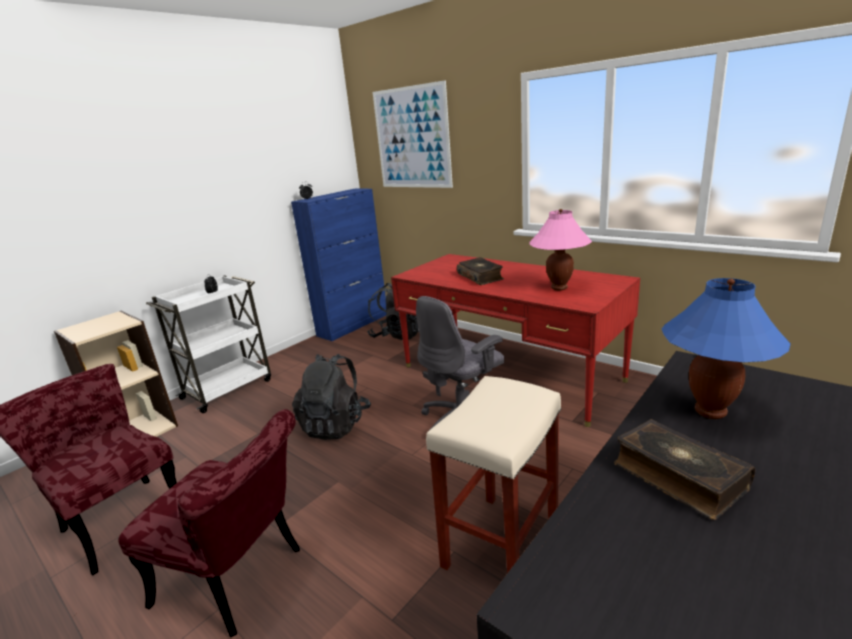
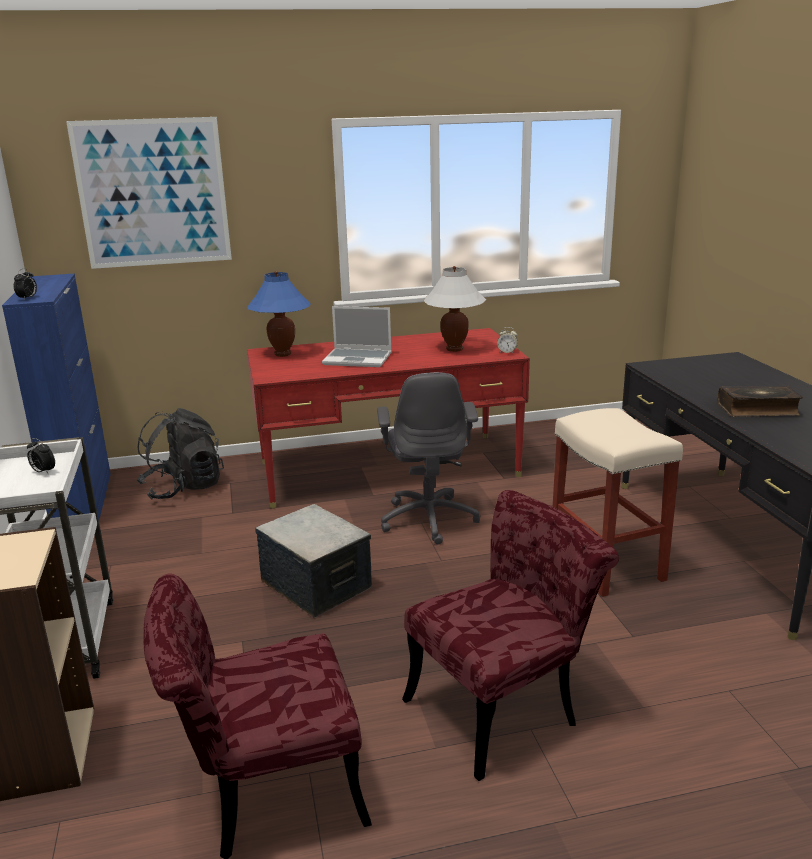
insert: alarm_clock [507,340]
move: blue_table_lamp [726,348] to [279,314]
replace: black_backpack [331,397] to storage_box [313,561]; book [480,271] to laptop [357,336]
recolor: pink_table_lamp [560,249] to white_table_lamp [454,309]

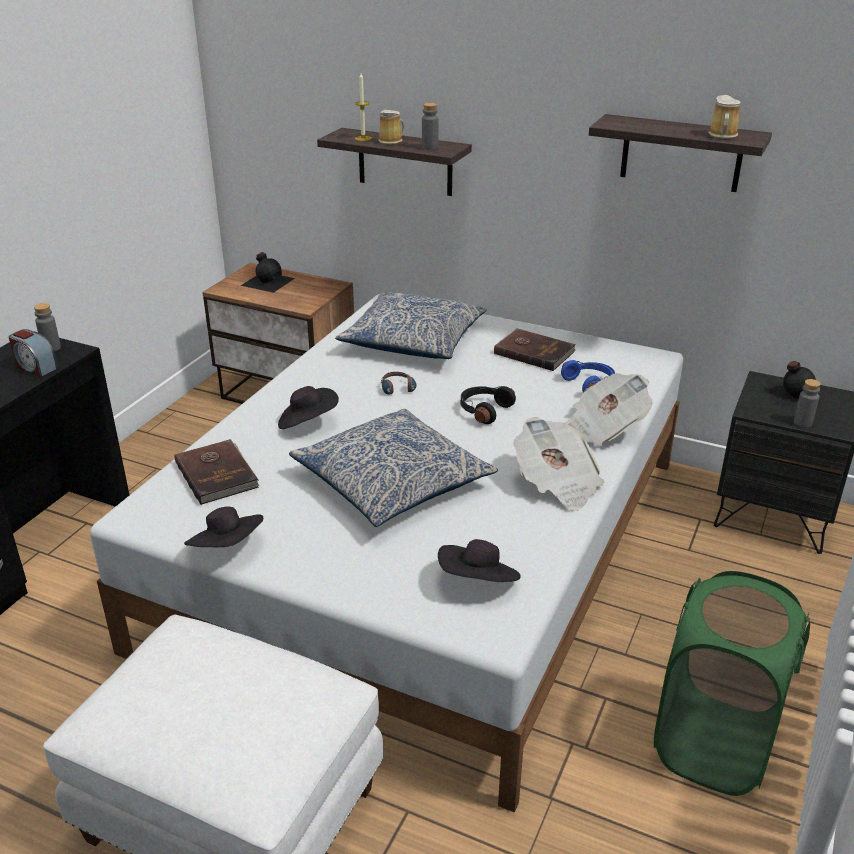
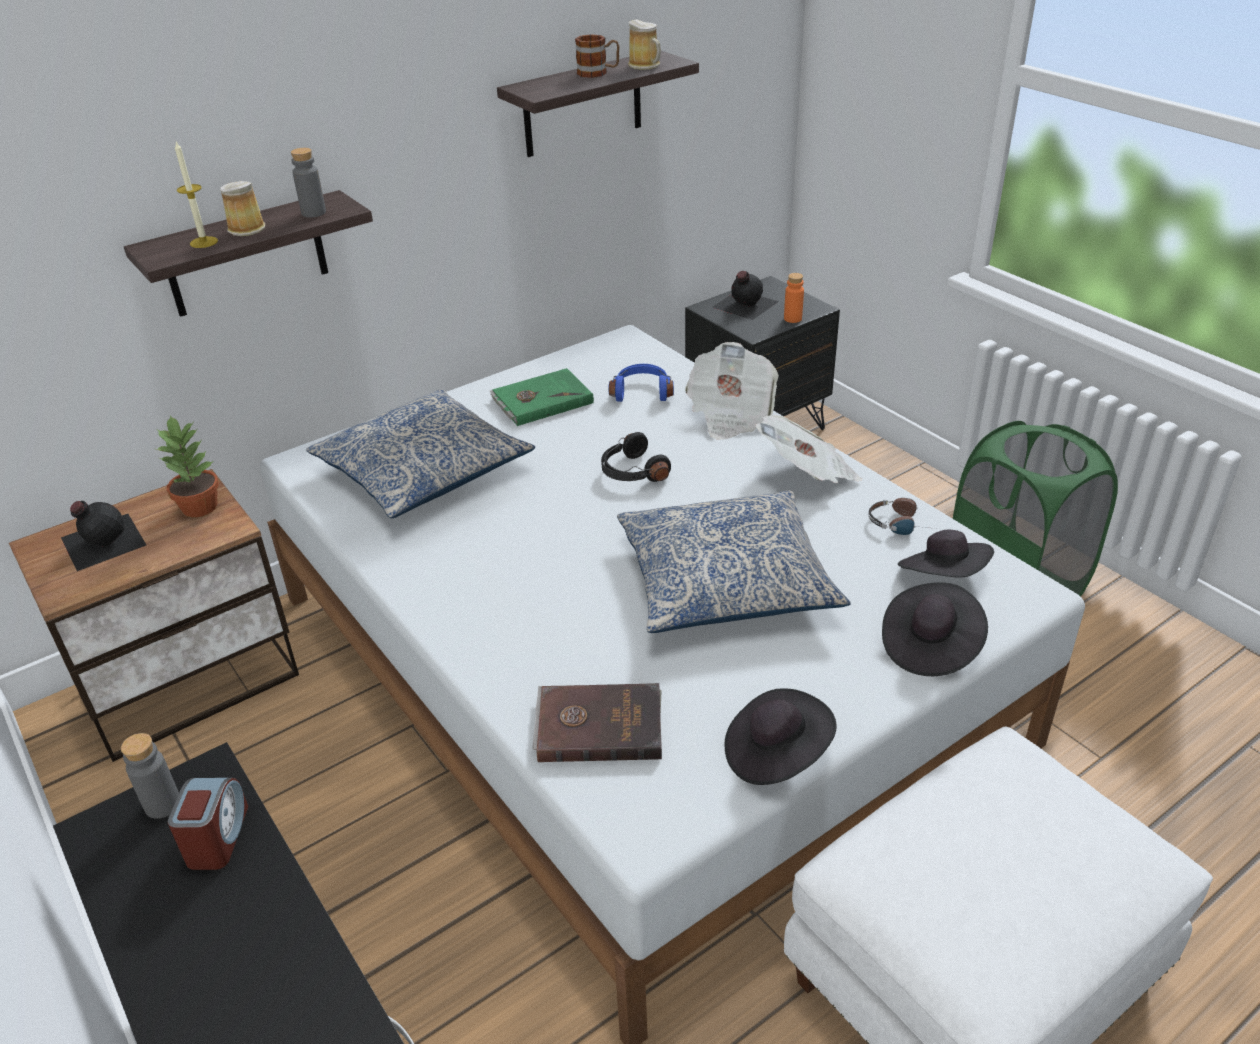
insert: potted_plant [187,466]; mug [597,56]
move: black_hat [308,407] to [935,629]; headphones [399,383] to [902,516]
recolor: brown_book [535,349] to green_book [542,397]; grey_bottle [807,403] to orange_bottle [794,298]
rotate: alarm_clock [33,353] = [208,824] 60 degrees counterclockwise

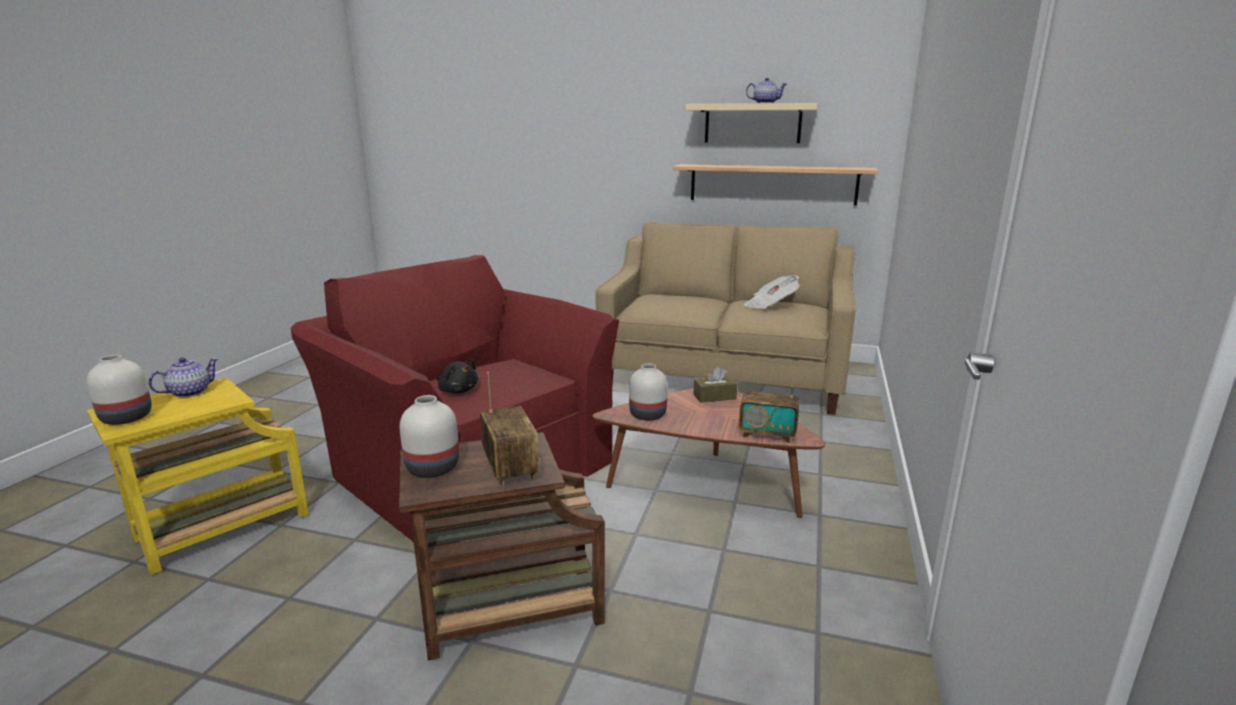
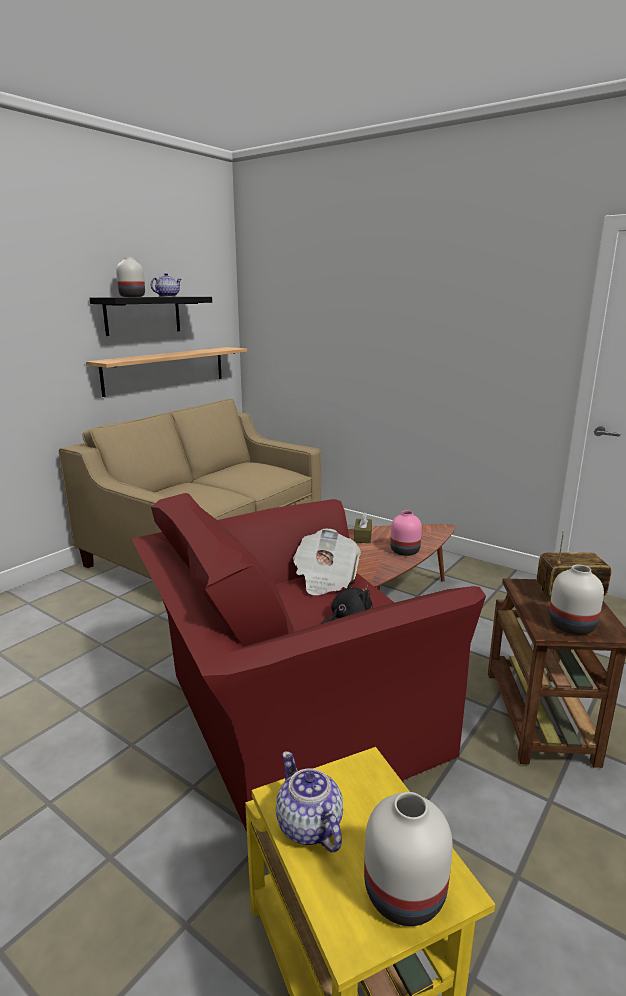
delete: radio [769,405]
insert: pink_vase [406,533]
move: white_vase [648,392] to [130,277]; newspaper [772,292] to [327,562]
recolor: beige_shelf [752,123] to black_shelf [151,316]

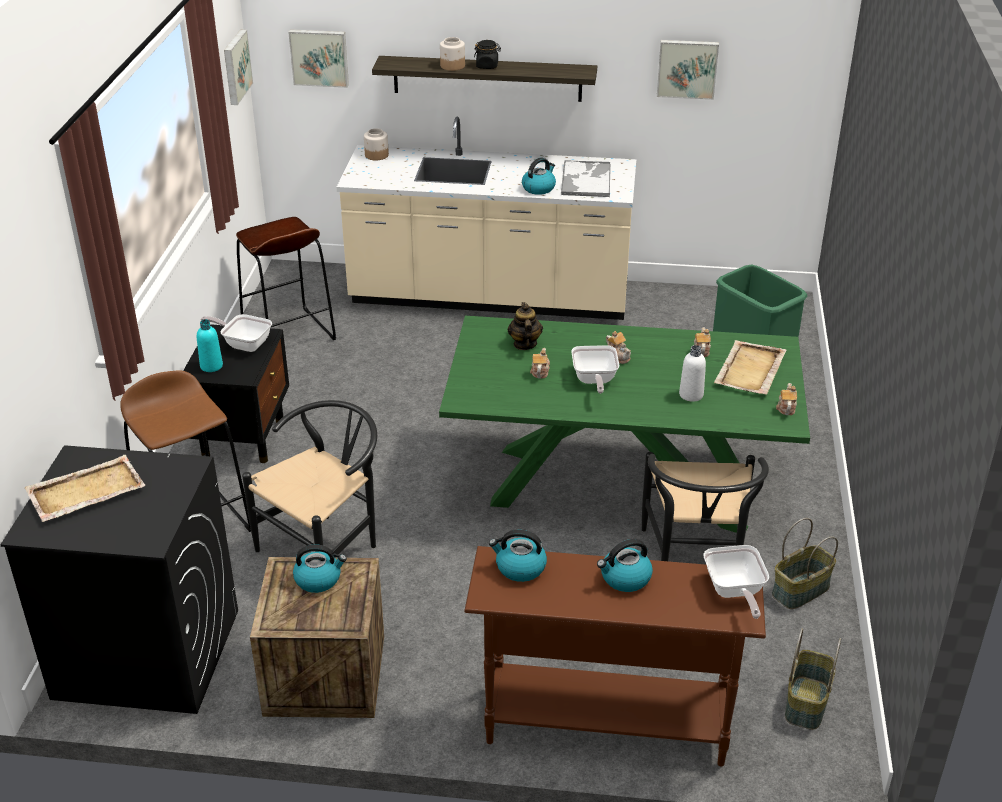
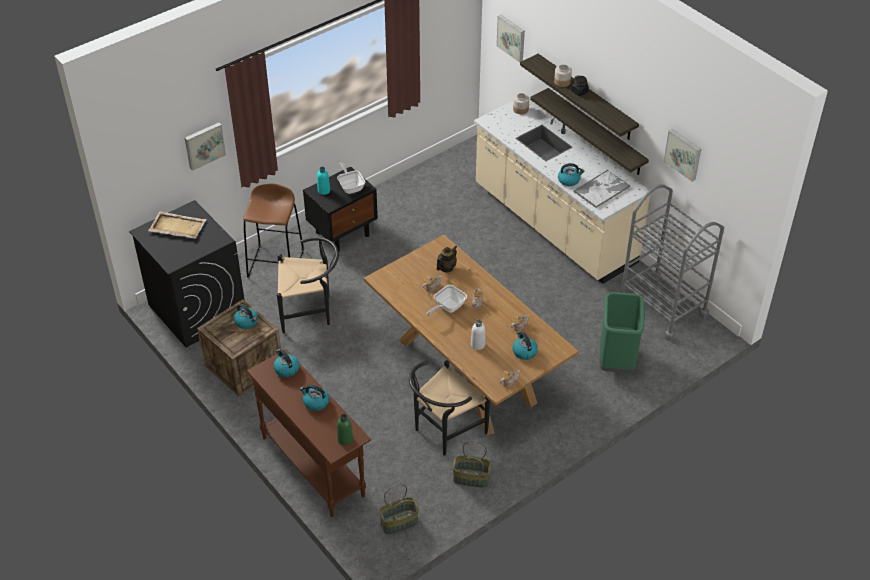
delete: brown_stool [286,278]
insert: shelf [589,131]; grey_cart [671,262]
move: picture [238,67] to [205,146]
replace: frying_pan [736,582] to green_bottle [345,429]; beige_tray [750,367] to kettle [525,345]
recolor: green_dining_table [624,424] to brown_dining_table [471,335]

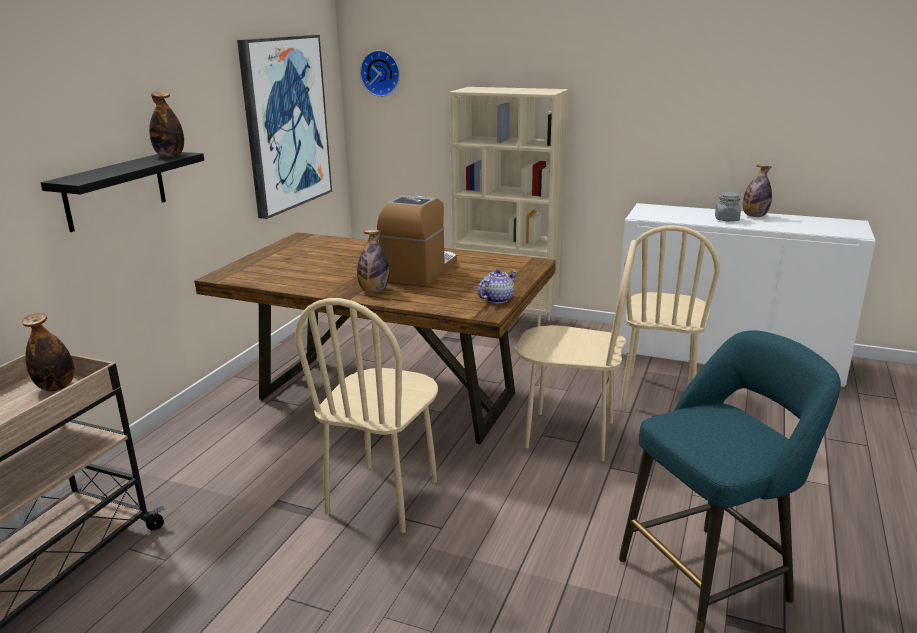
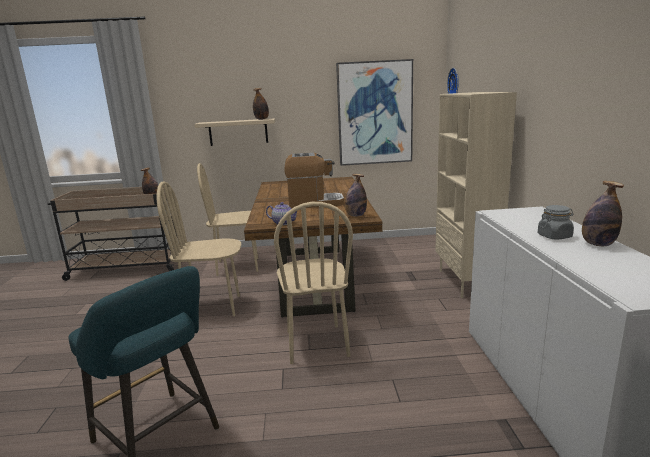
move: bottle [373,261] to [356,195]; beige_chair [670,315] to [227,219]
recolor: black_shelf [122,192] to beige_shelf [235,132]

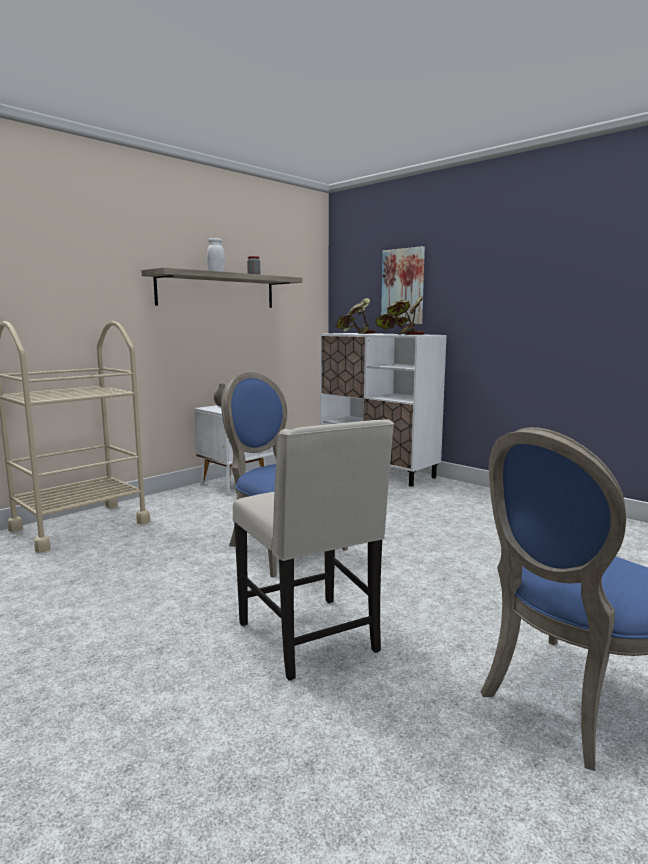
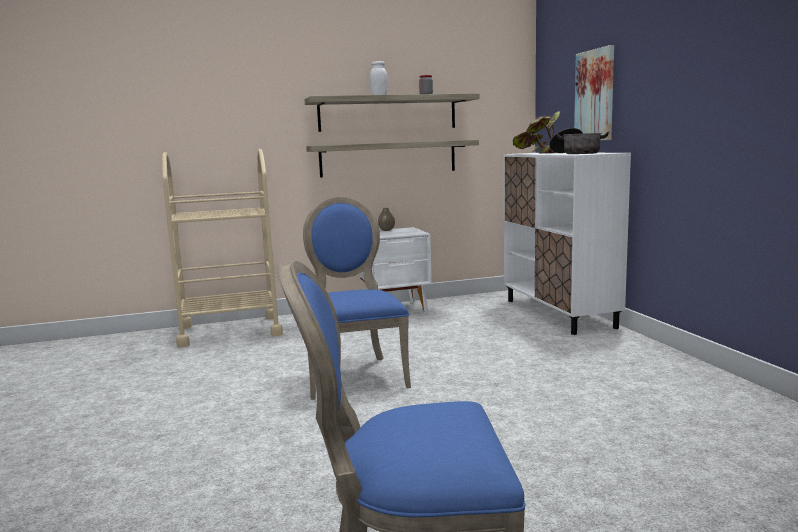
delete: beige_chair [313,550]
insert: shelf [392,159]
replace: potted_plant [400,315] to cooking_pot [579,141]

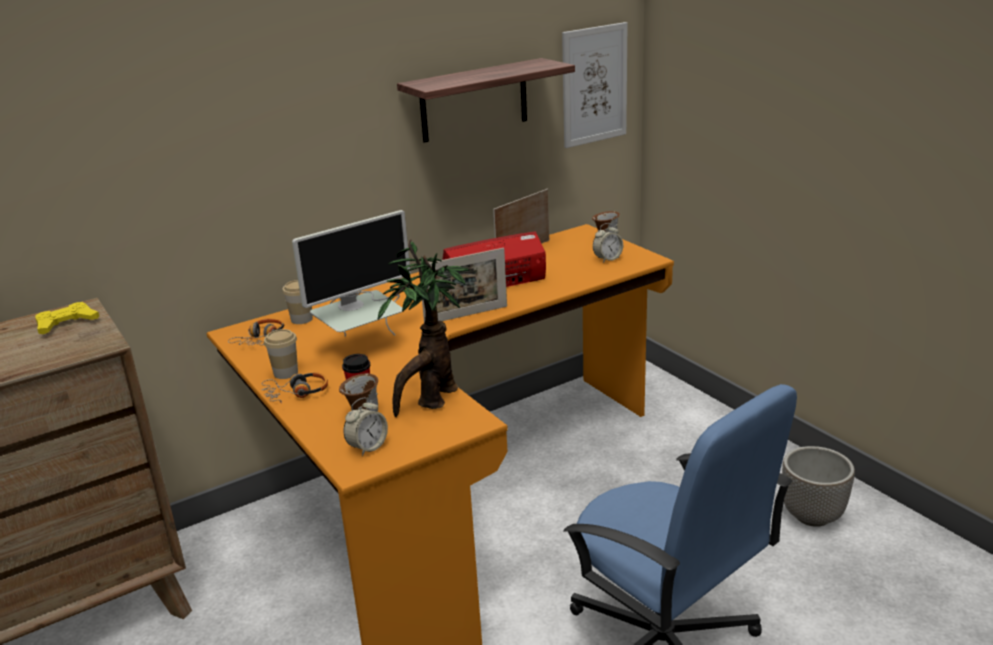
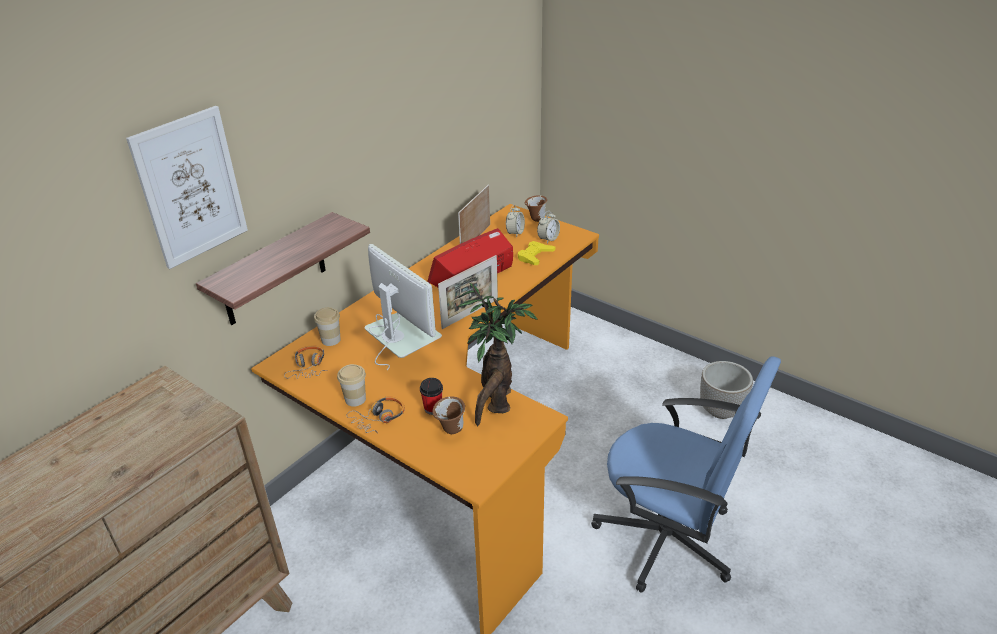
move: yellow_game_controller [67,318] to [536,253]; alarm_clock [366,426] to [515,221]; shelf [486,100] to [283,268]; picture [595,85] to [187,187]
rotate: monitor [351,273] = [403,307] 75 degrees counterclockwise

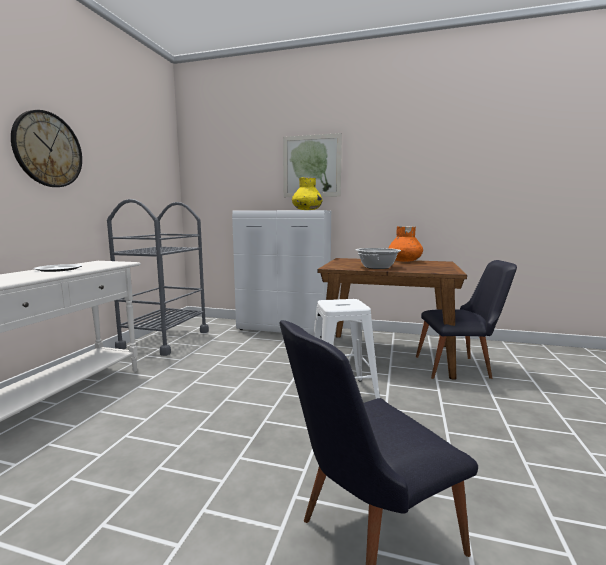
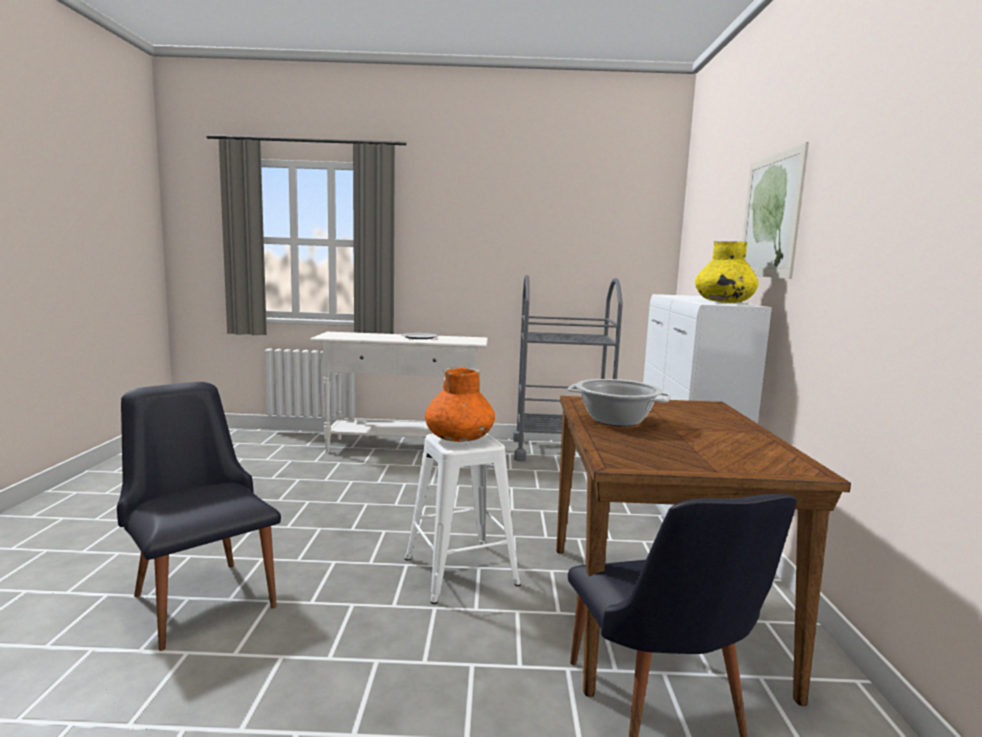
delete: wall_clock [46,148]
move: orange_vase [405,244] to [460,404]

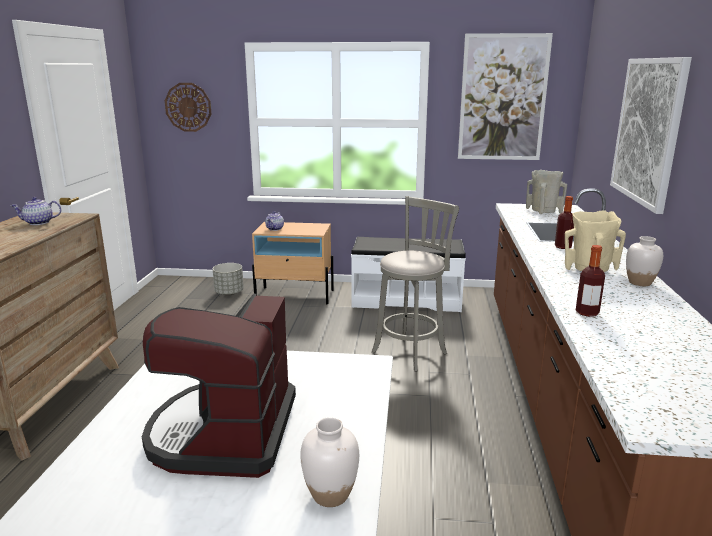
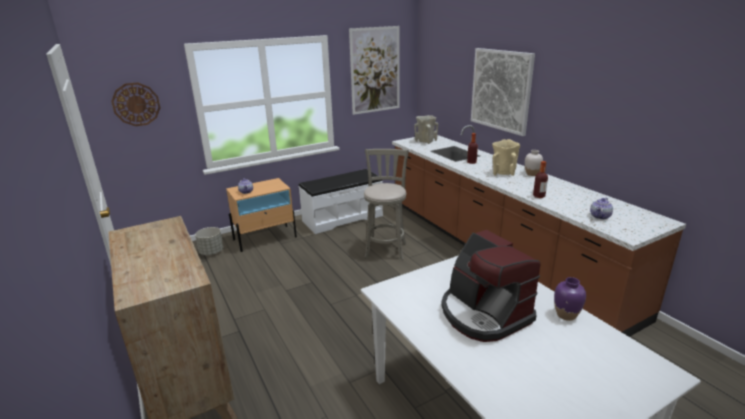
move: teapot [35,211] to [601,209]
recolor: white_vase [330,462] to purple_vase [570,299]

